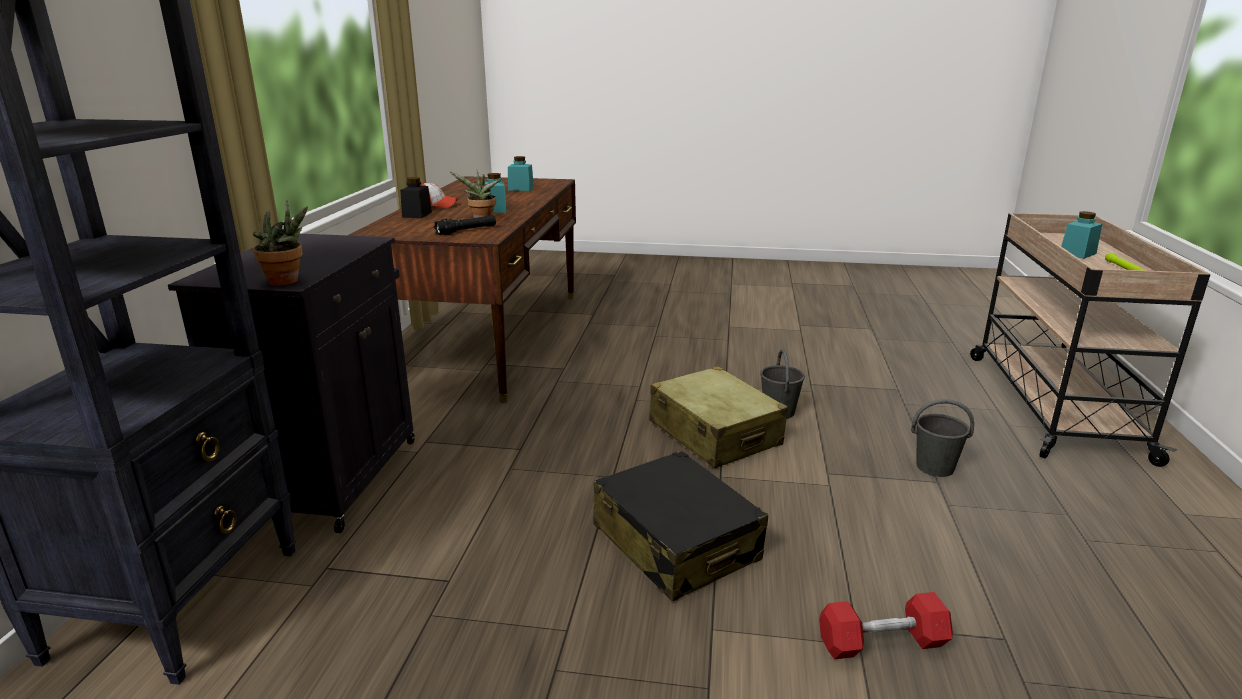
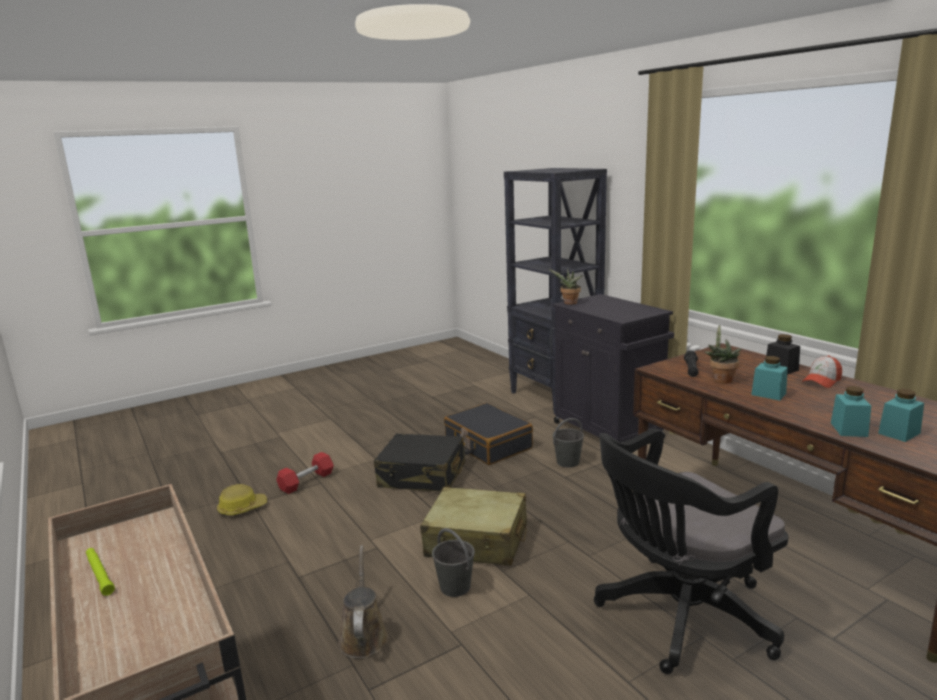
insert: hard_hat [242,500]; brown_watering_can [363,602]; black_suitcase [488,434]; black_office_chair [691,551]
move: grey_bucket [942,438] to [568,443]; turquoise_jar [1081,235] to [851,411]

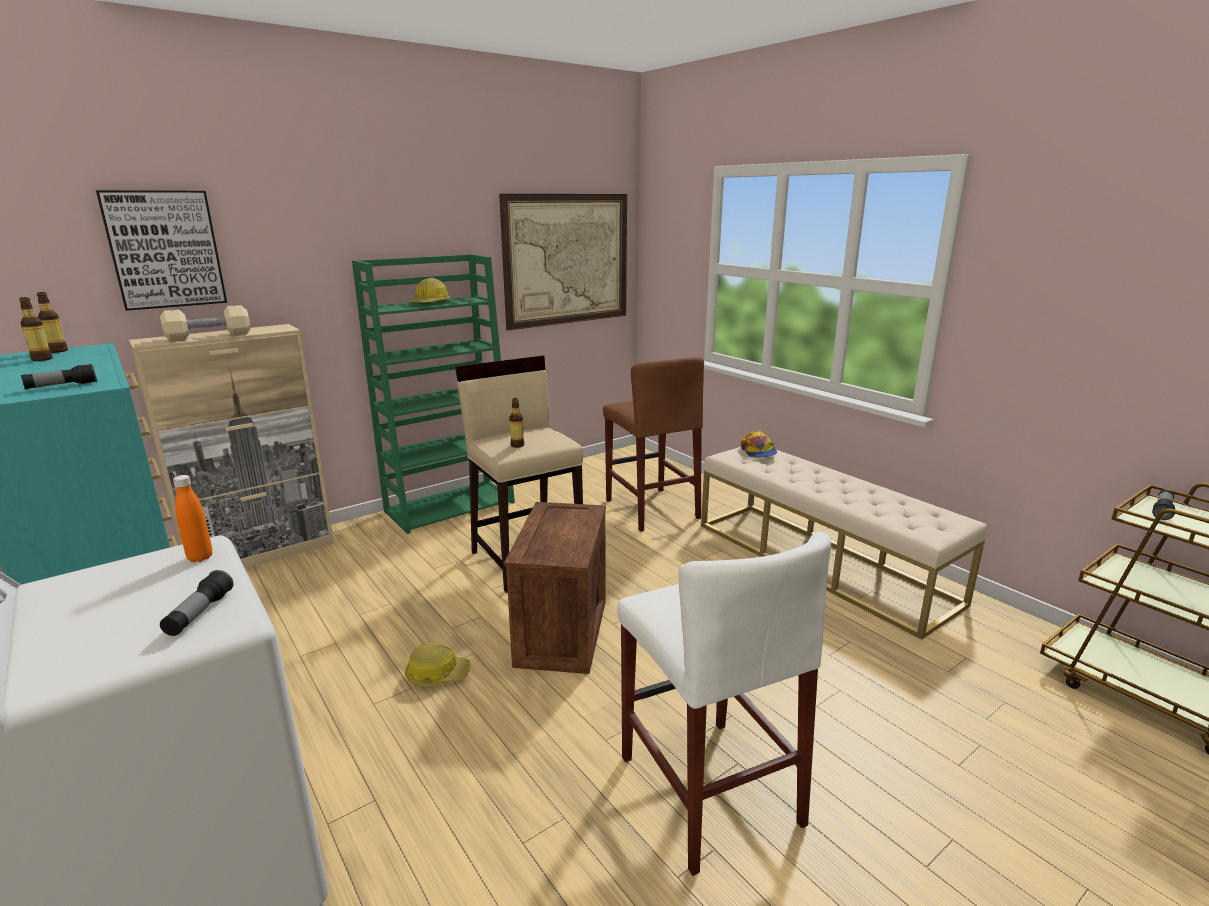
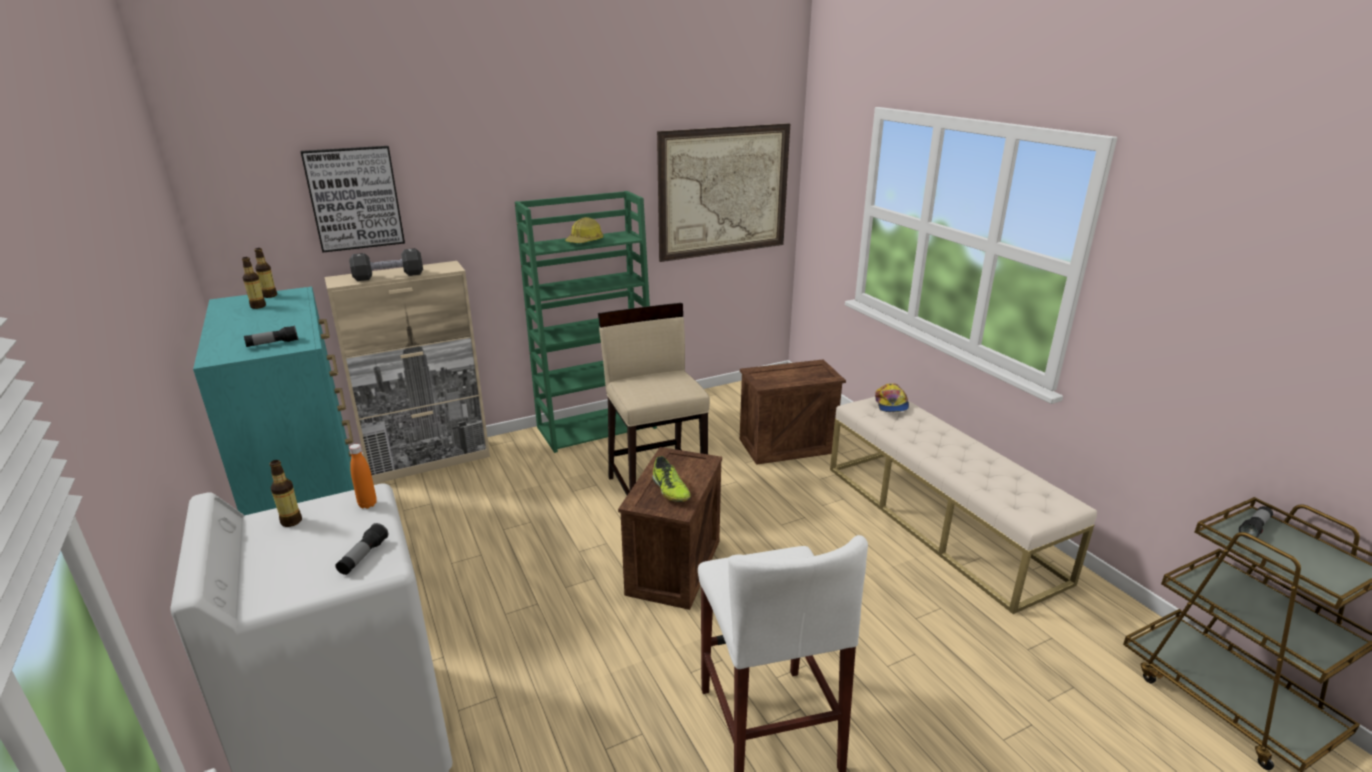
delete: hard_hat [437,664]
insert: shoe [671,479]
move: bottle [516,423] to [286,493]
replace: brown_stool [653,444] to crate [793,412]
recolor: beige_dumbbell [205,323] to black_dumbbell [386,264]

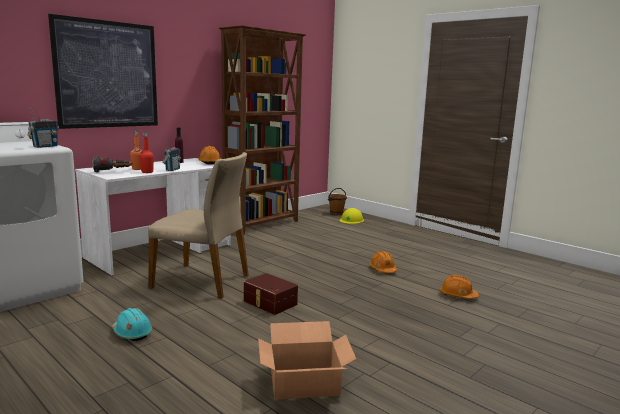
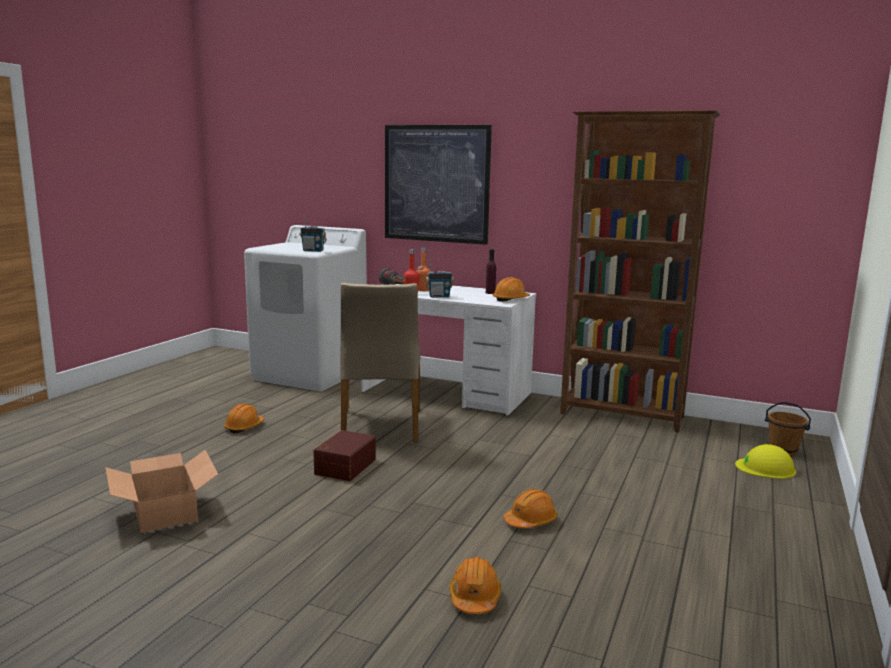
recolor: turquoise_hard_hat [132,324] to orange_hard_hat [244,418]

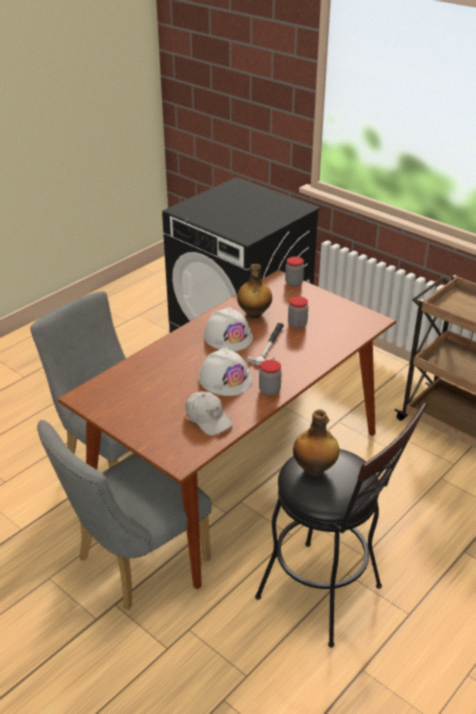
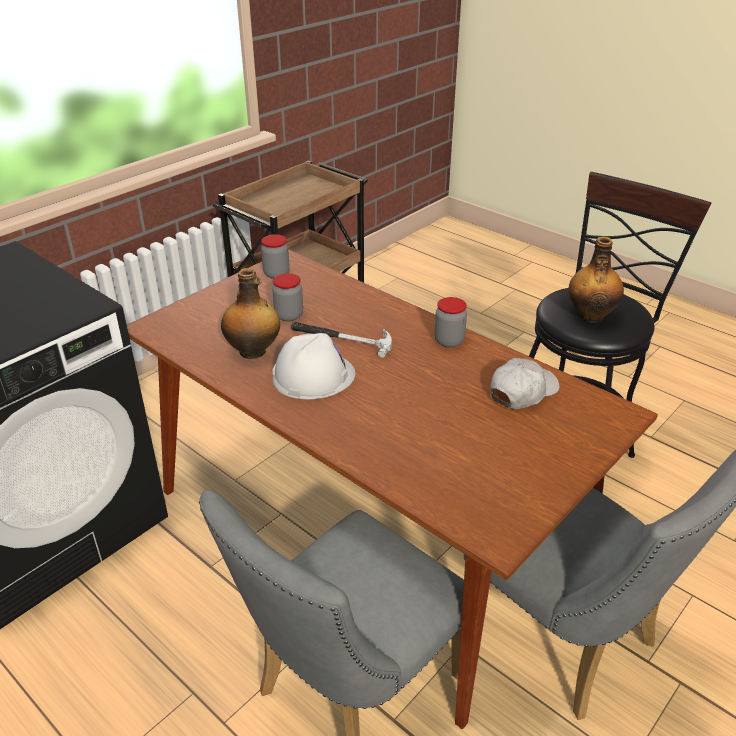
delete: white_hard_hat [225,371]
move: jar [294,272] to [275,256]

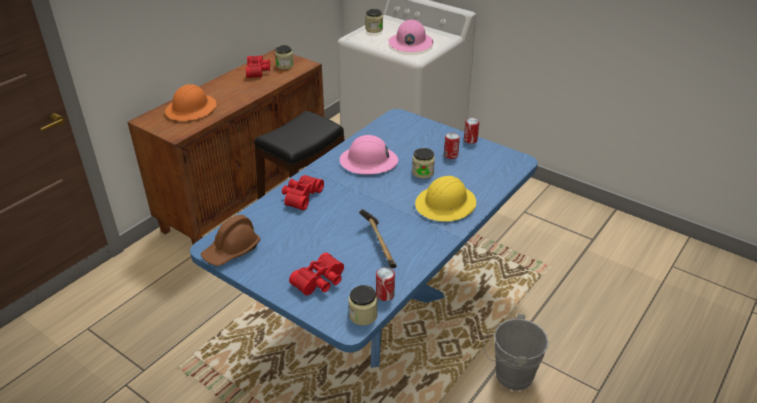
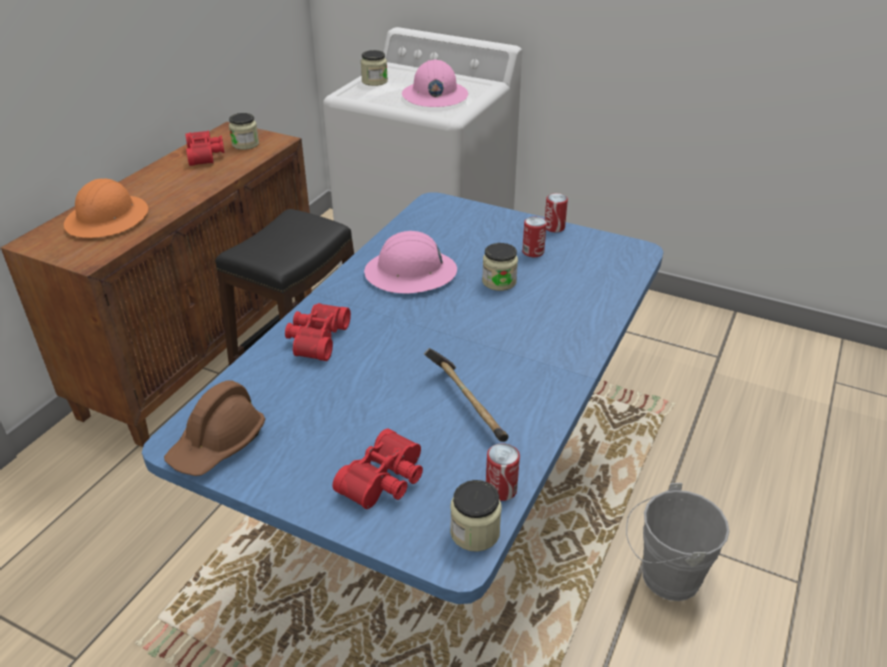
delete: yellow_hard_hat [445,198]

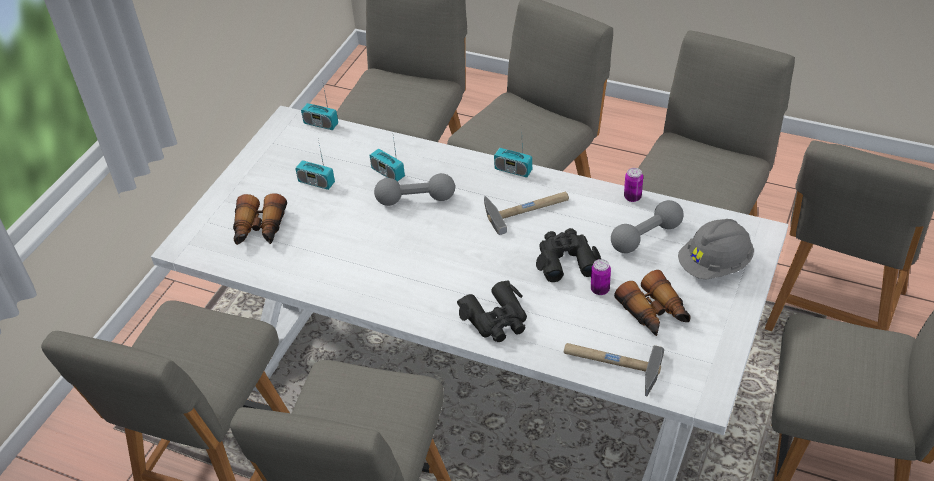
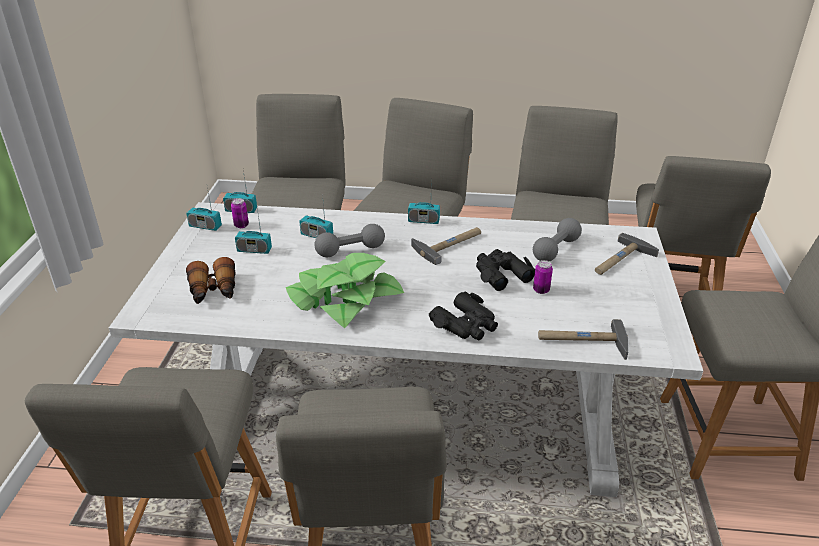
delete: binoculars [652,303]
insert: radio [204,209]; potted_plant [345,291]
move: can [633,185] to [240,213]
replace: grey_hard_hat [716,249] to hammer [627,254]

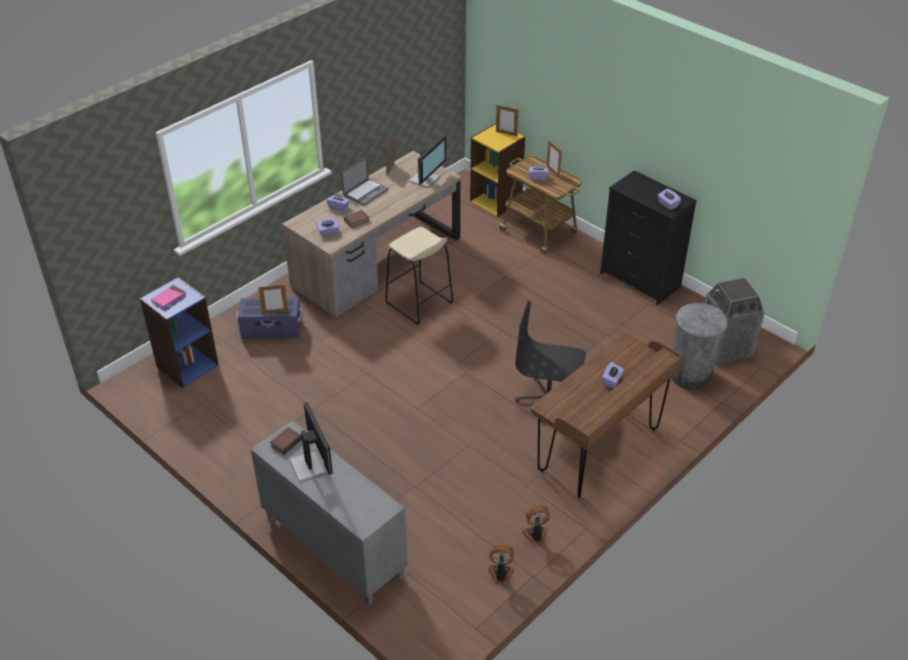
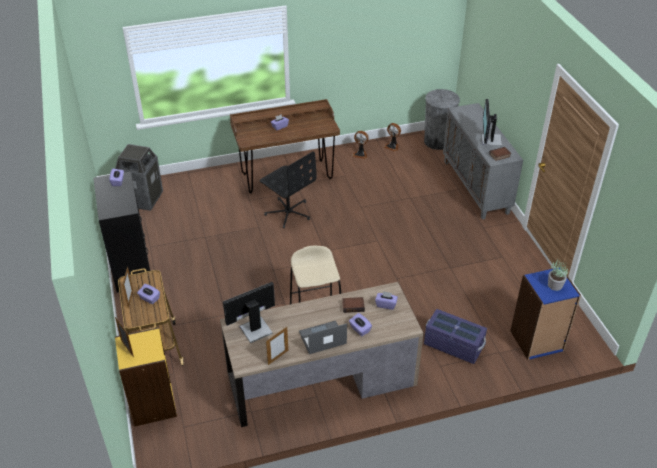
delete: picture_frame [273,299]
move: grey_trash_can [699,346] to [442,119]
replace: pink_book [168,296] to potted_plant [558,274]

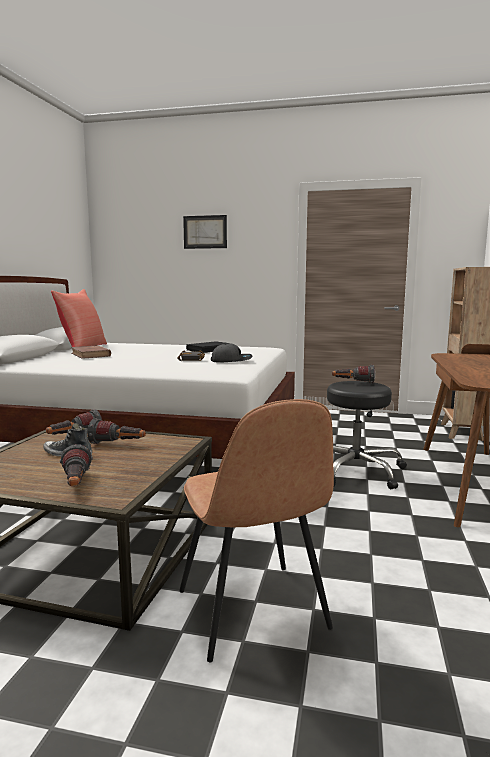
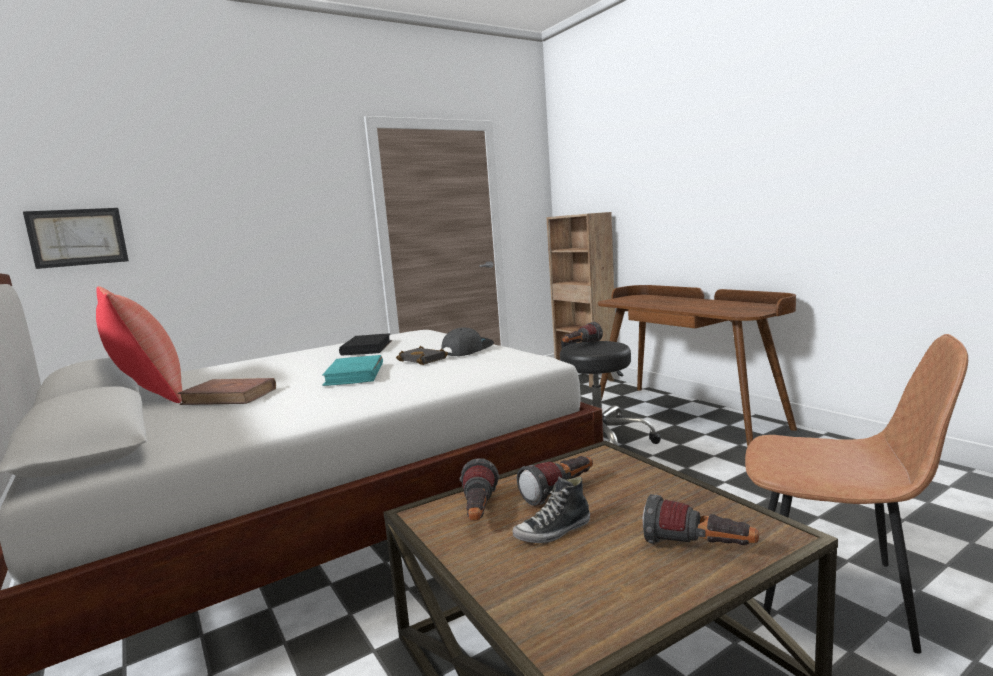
insert: turquoise_book [352,370]
move: picture [205,232] to [76,238]

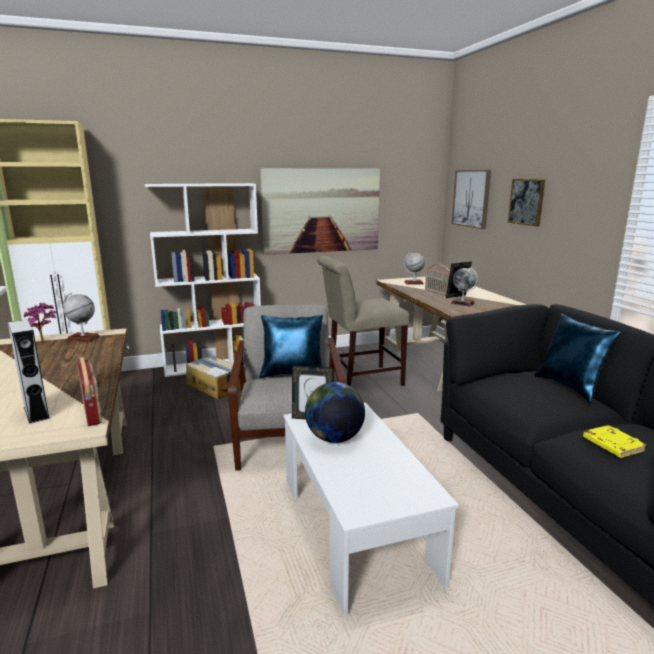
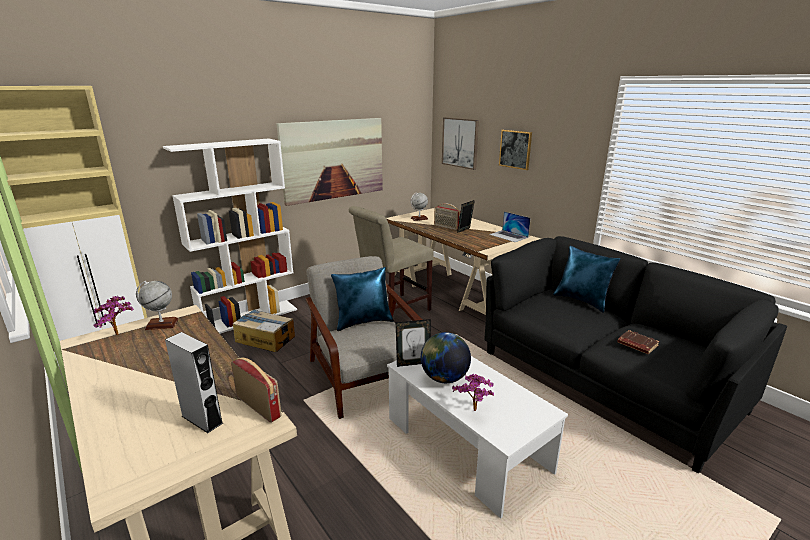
delete: globe [464,286]
insert: potted_plant [473,392]; laptop [510,226]
recolor: yellow_book [615,441] to brown_book [638,342]

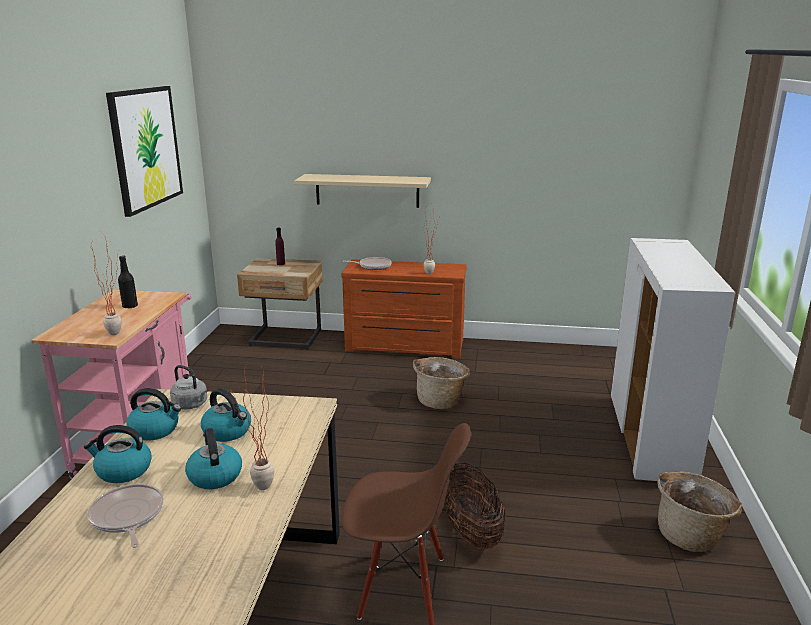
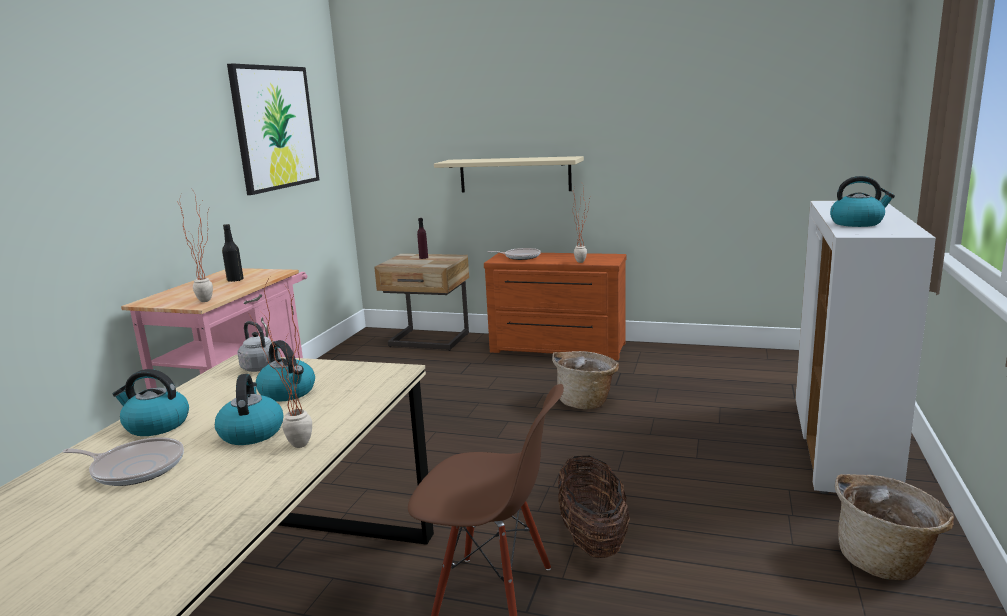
move: kettle [153,414] to [862,201]
rotate: frying_pan [125,516] = [123,461] 120 degrees clockwise

